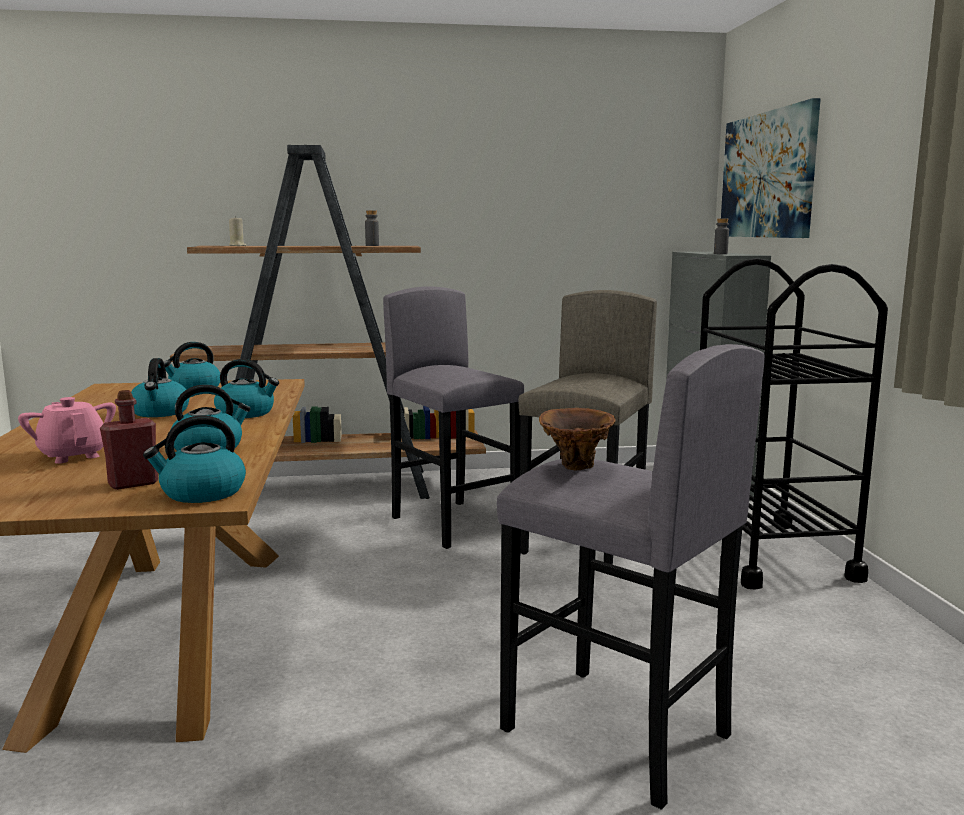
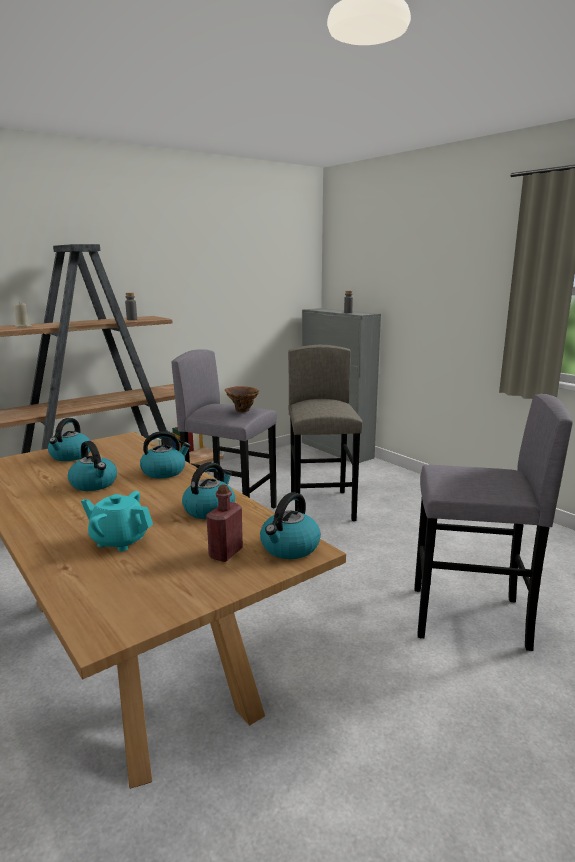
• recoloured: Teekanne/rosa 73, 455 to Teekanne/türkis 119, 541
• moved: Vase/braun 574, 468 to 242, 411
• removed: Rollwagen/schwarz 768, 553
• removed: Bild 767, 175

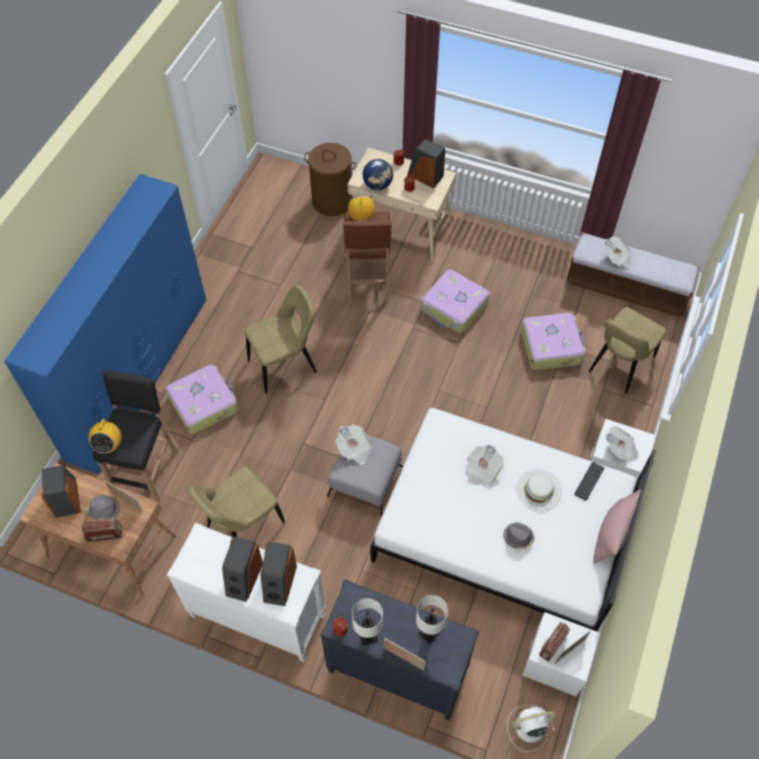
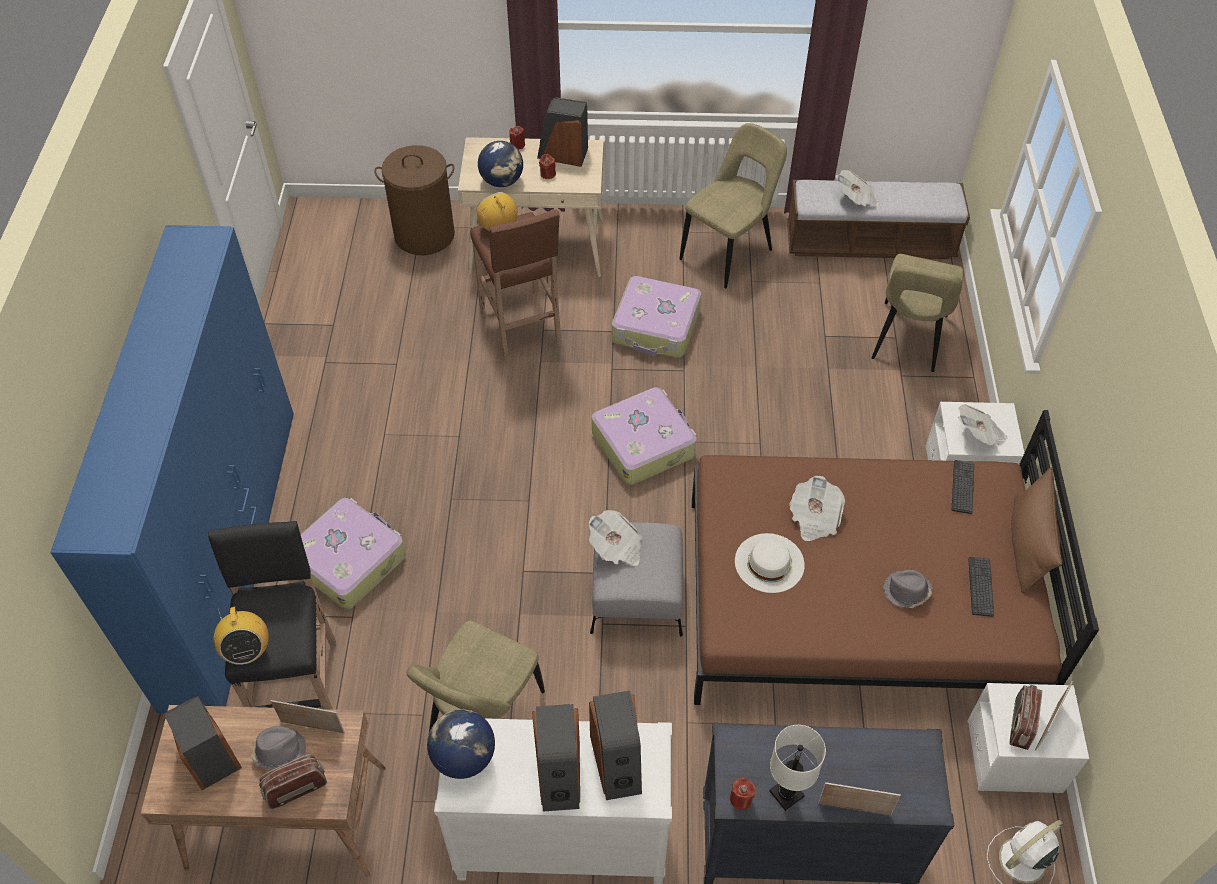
• added: Globus 463, 757
• moved: Koffer 551, 346 to 643, 443
• moved: Stuhl/beige 285, 365 to 729, 252
• recoloured: Bett/weiß 502, 531 to Bett/braun 858, 601
• moved: Hut/weiß 539, 489 to 769, 563
• added: Tastatur 980, 586
• recoloured: Kissen/rosa 612, 533 to Kissen/braun 1027, 545
• removed: Tischlampe/weiß 429, 632

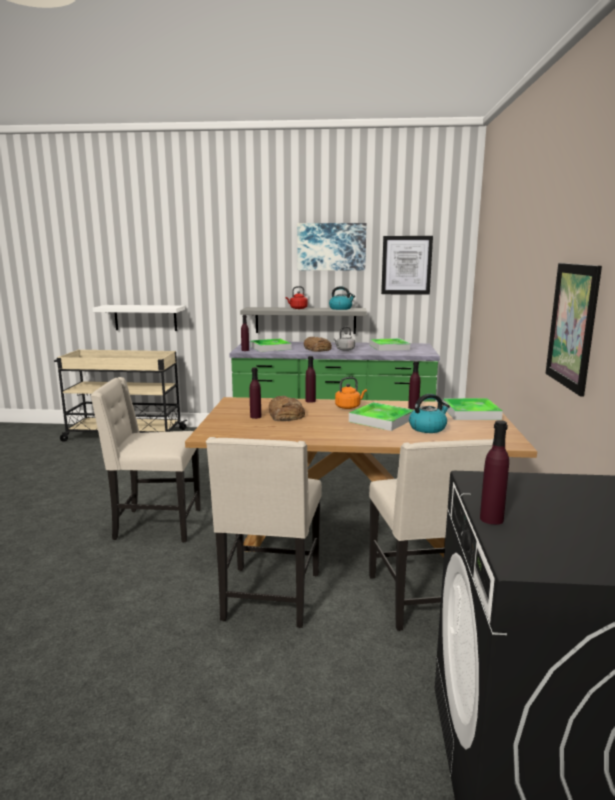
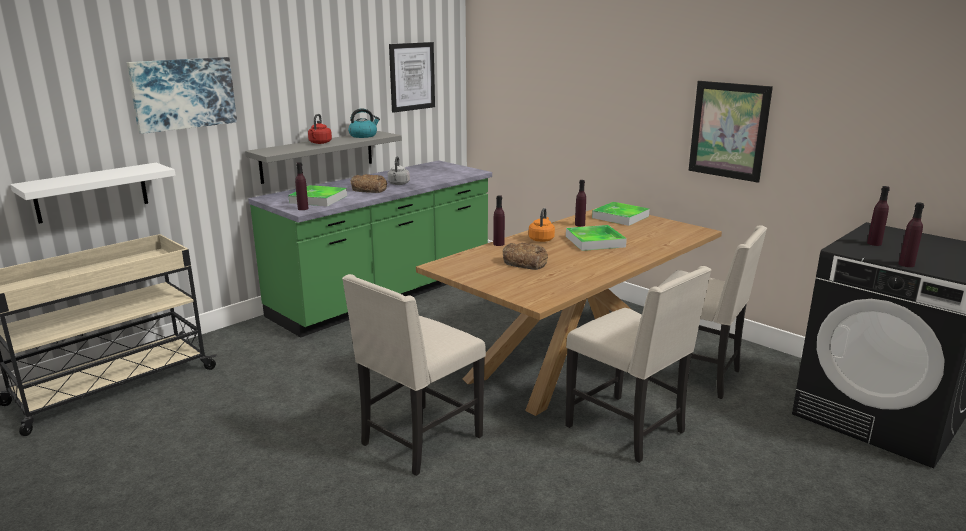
• moved: Bild 331, 247 to 183, 93
• moved: Flasche/lila 255, 417 to 874, 243
• removed: Tablett 389, 347
• removed: Wasserkessel 428, 428

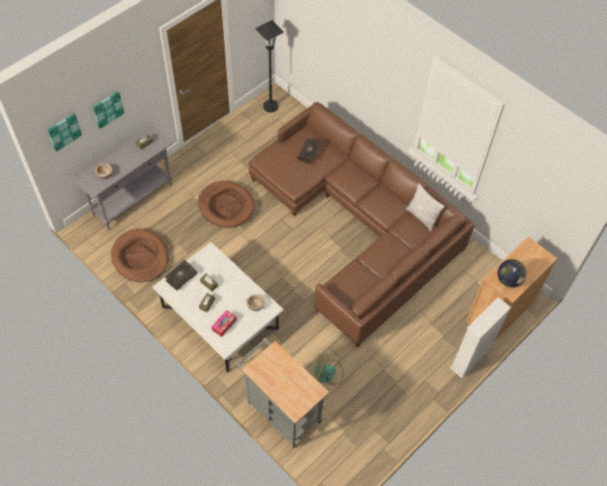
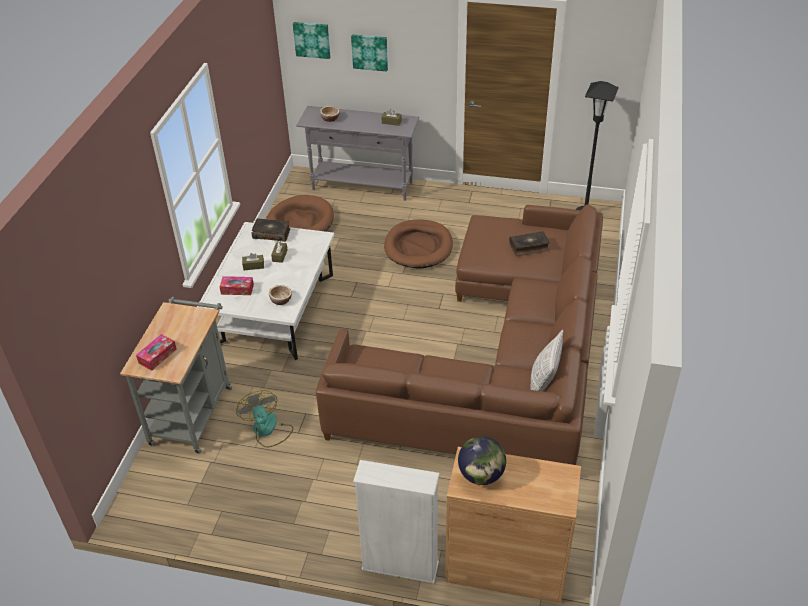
• added: Taschentuchbox 157, 356

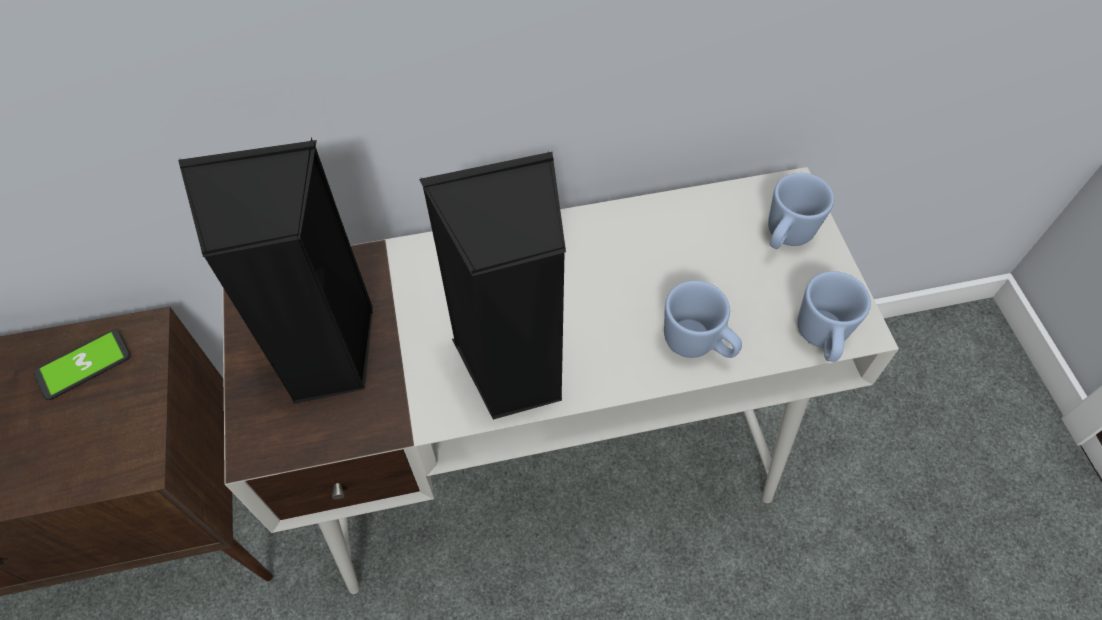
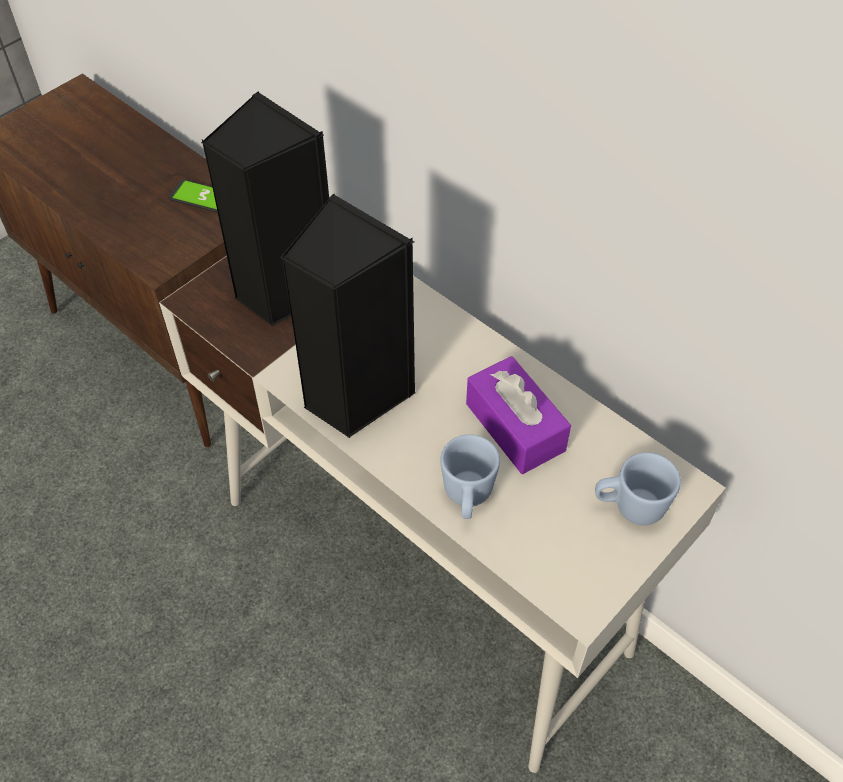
• added: Taschentuchbox/lila 515, 427
• removed: Henkelbecher/blau 821, 338

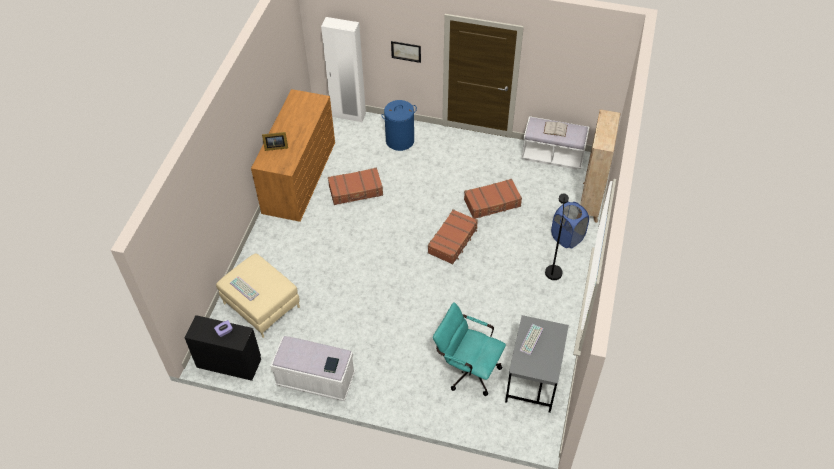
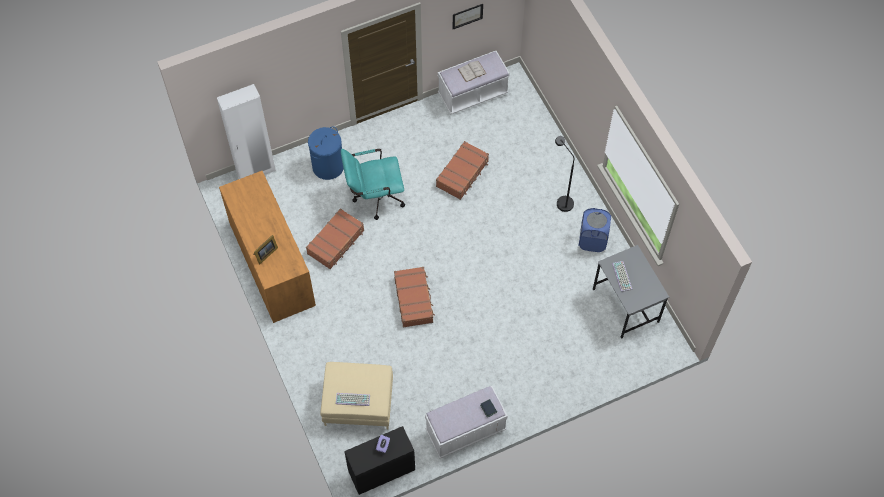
• moved: Bürostuhl/türkis 467, 369 to 374, 197
• moved: Koffer/braun 453, 241 to 414, 300
• moved: Bild 406, 51 to 467, 16
• moved: Wäschekorb/blau 567, 237 to 592, 240
• removed: Bücherregal/beige 590, 202

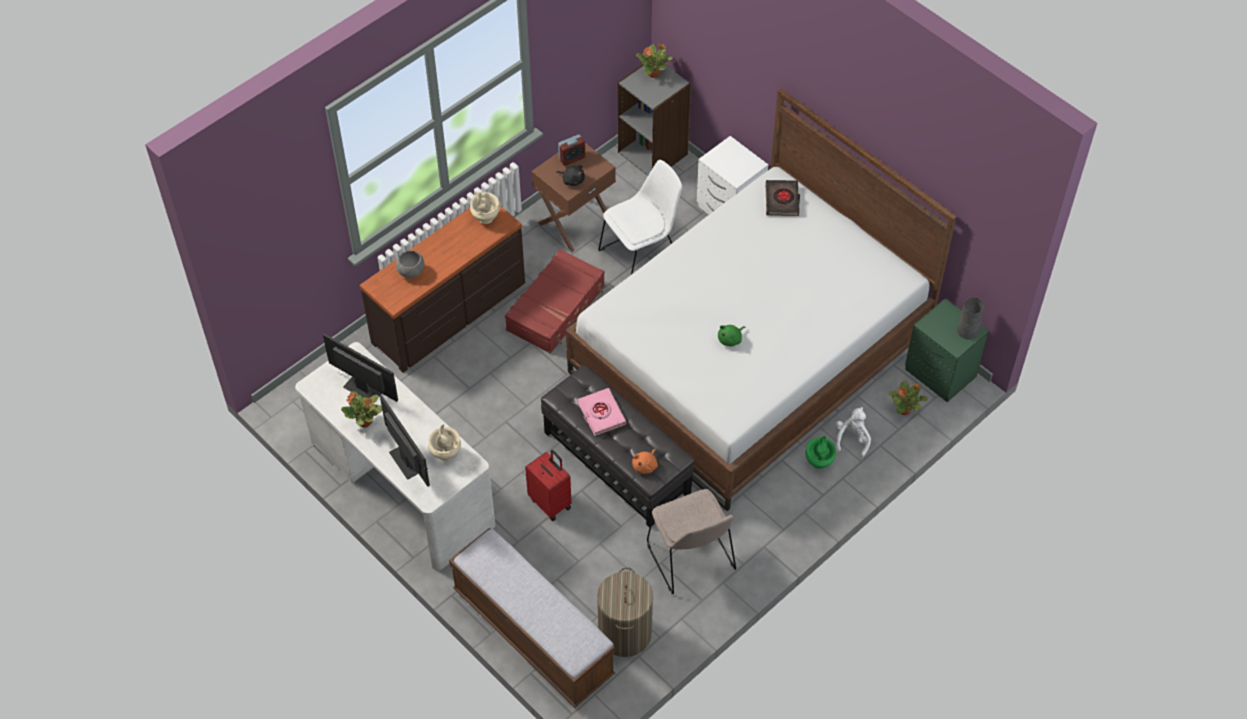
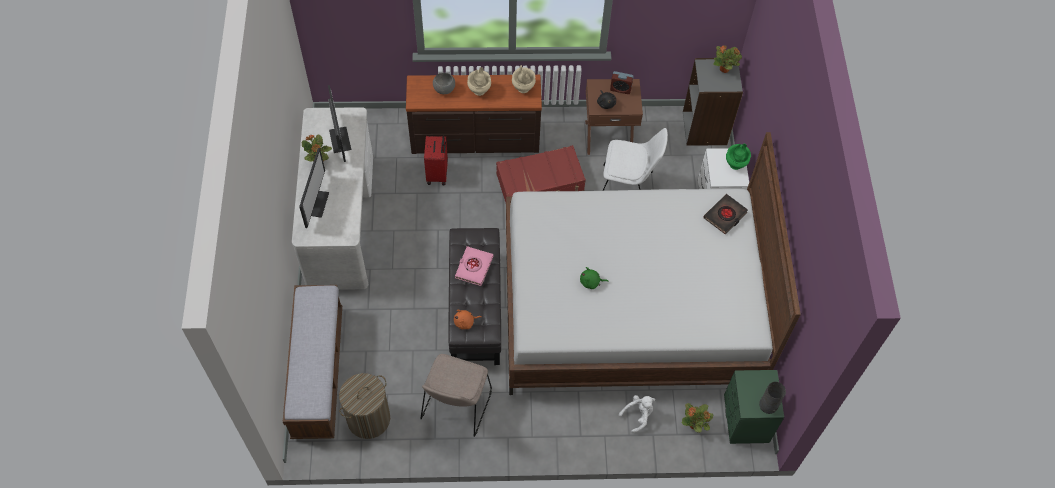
• moved: Koffer/rot 551, 502 to 438, 174
• moved: Vase/beige 446, 453 to 479, 90
• moved: Vase/grün 819, 462 to 735, 164

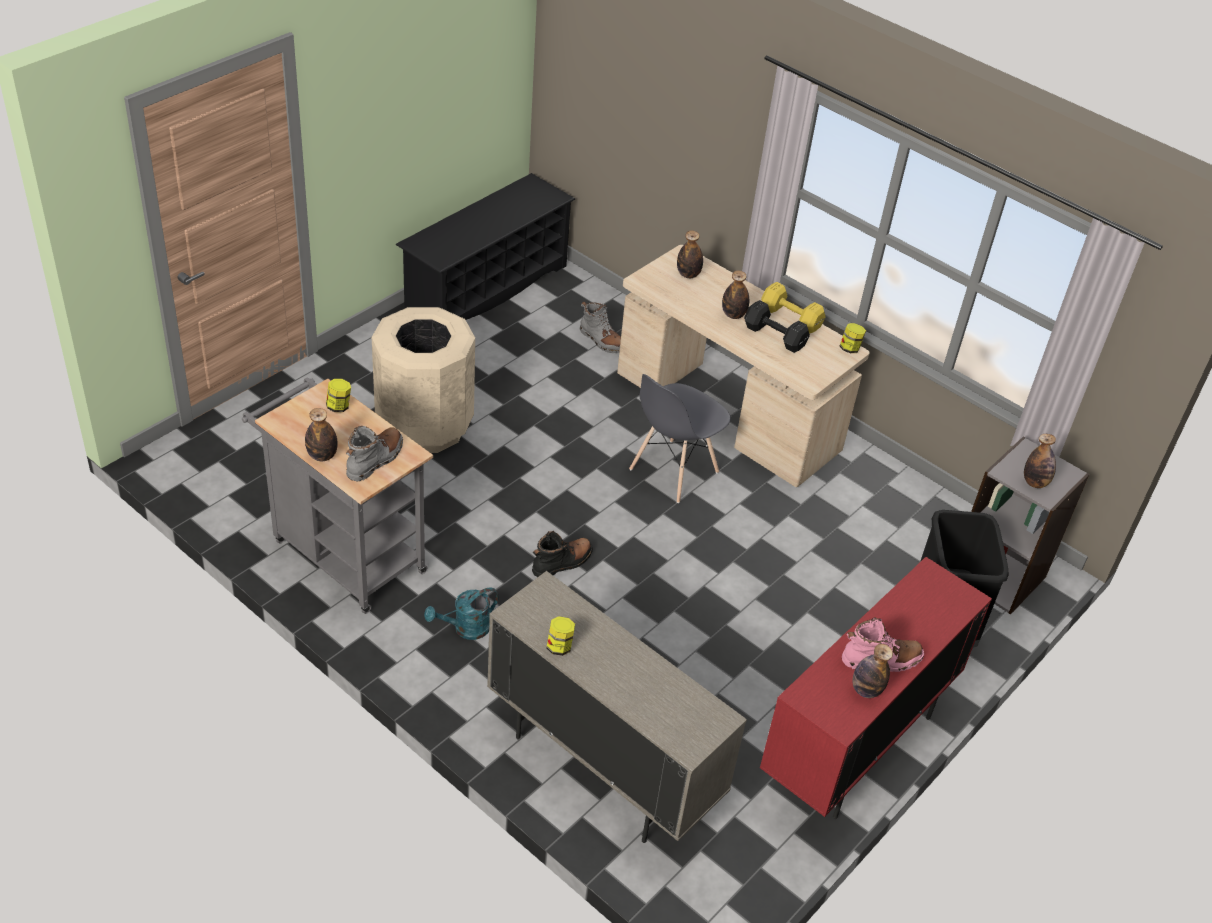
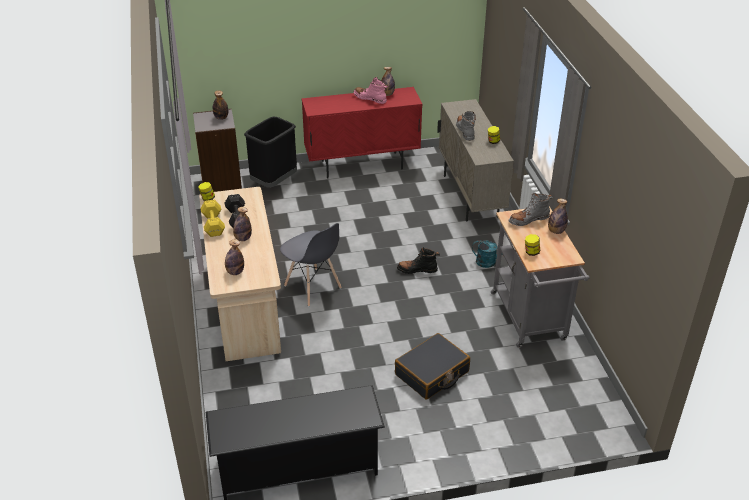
• turned: Stuhl/grau 673, 471 = 313, 287 60 degrees clockwise
• replaced: Mülleimer/beige 425, 426 to Koffer/schwarz 432, 373
• moved: Stiefel/grau 602, 340 to 465, 131

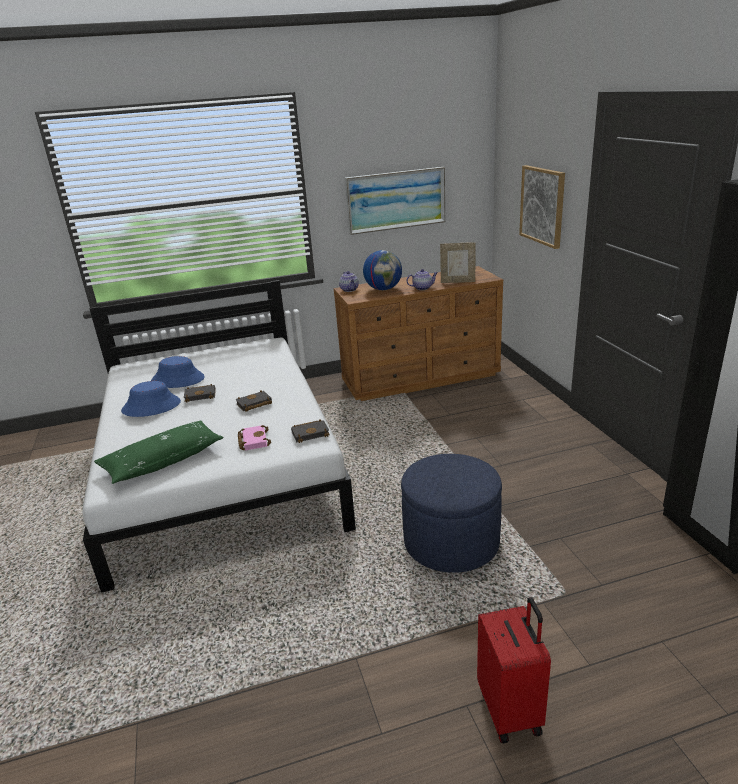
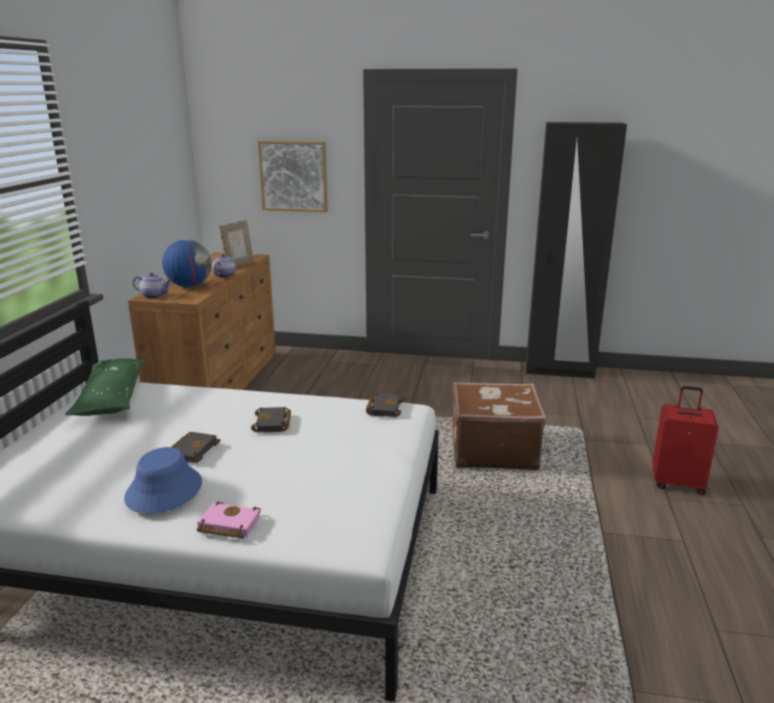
• moved: Kissen/grün 163, 460 to 111, 397
• moved: Buch/rosa 253, 440 to 227, 525
• replaced: Polsterhocker/blau 451, 542 to Koffer/braun 492, 450
• removed: Hut/blau 178, 379
• removed: Bild 396, 200

